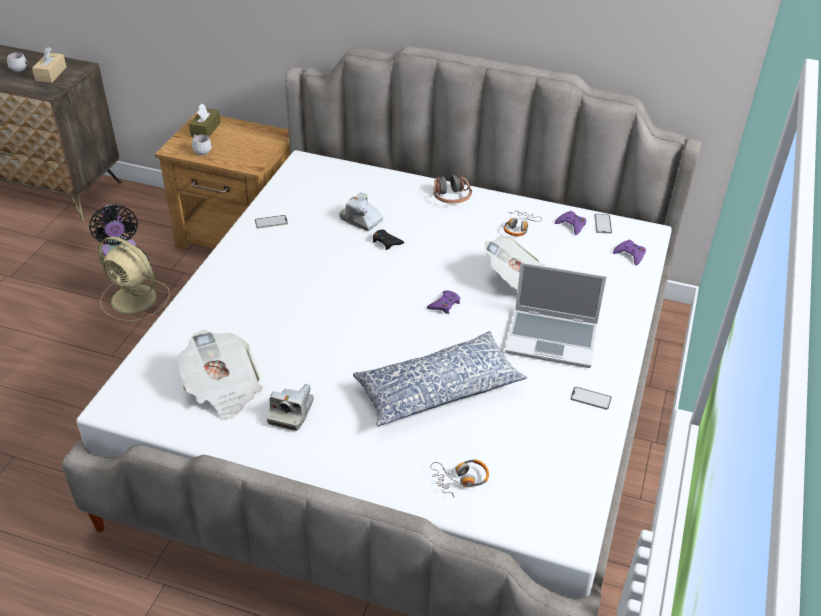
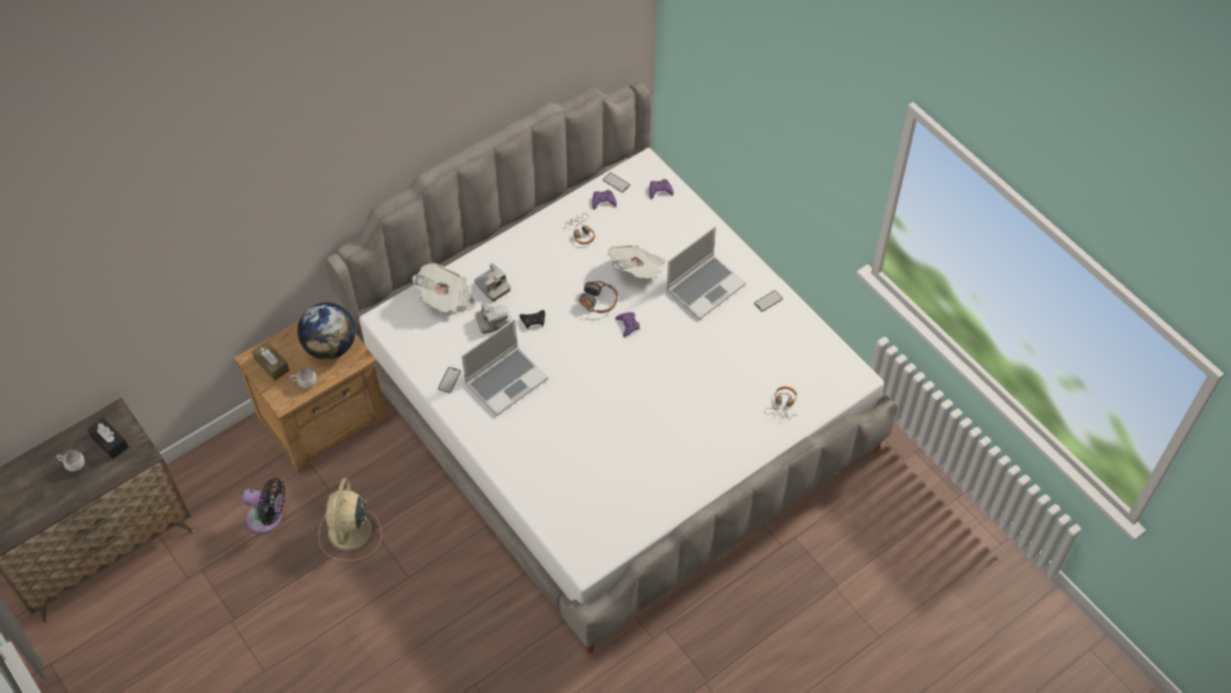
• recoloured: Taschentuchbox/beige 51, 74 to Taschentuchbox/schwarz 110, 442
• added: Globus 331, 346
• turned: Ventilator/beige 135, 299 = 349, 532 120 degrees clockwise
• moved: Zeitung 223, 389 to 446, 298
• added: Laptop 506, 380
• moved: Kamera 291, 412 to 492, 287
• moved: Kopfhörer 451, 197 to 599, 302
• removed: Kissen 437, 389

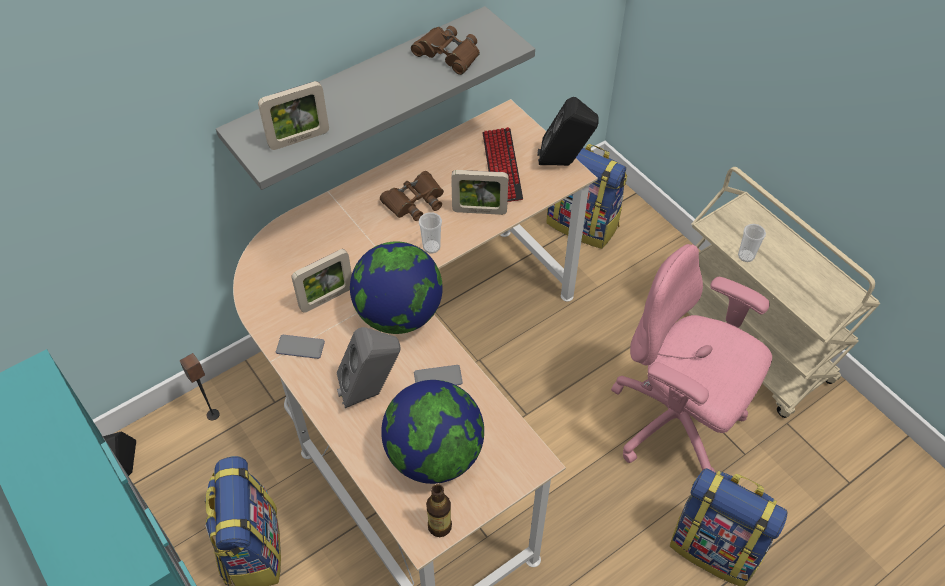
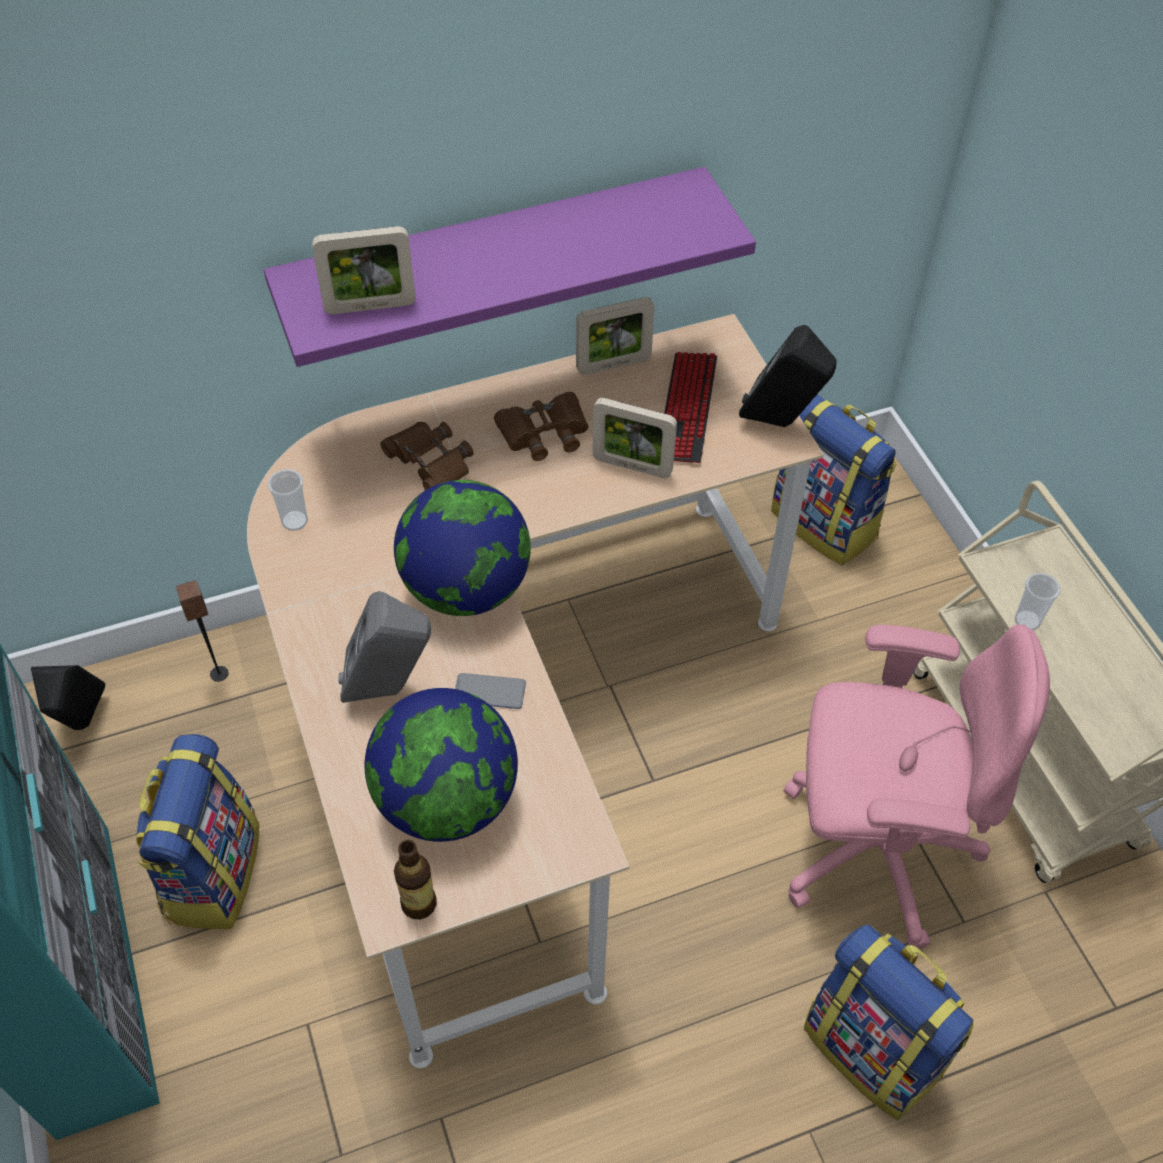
• recoloured: Wandregal/grau 361, 90 to Wandregal/lila 494, 255
• moved: Tasse 431, 247 to 294, 521
• moved: Fernglas/braun 448, 54 to 430, 462
• moved: Bilderrahmen 327, 298 to 613, 365
• turned: Bürostuhl/rosa 676, 422 = 873, 848 135 degrees clockwise
• removed: Handy 300, 347

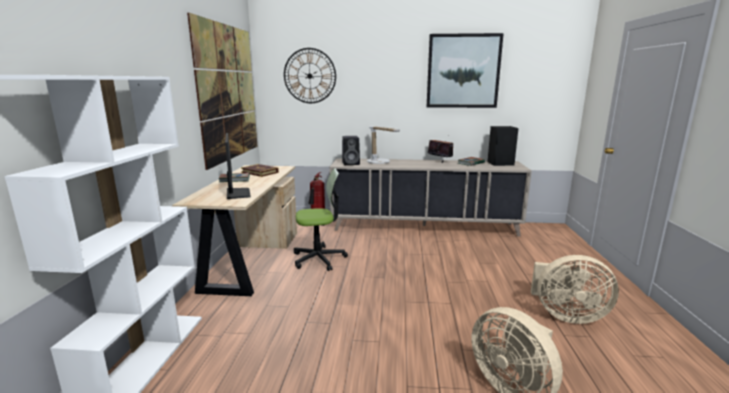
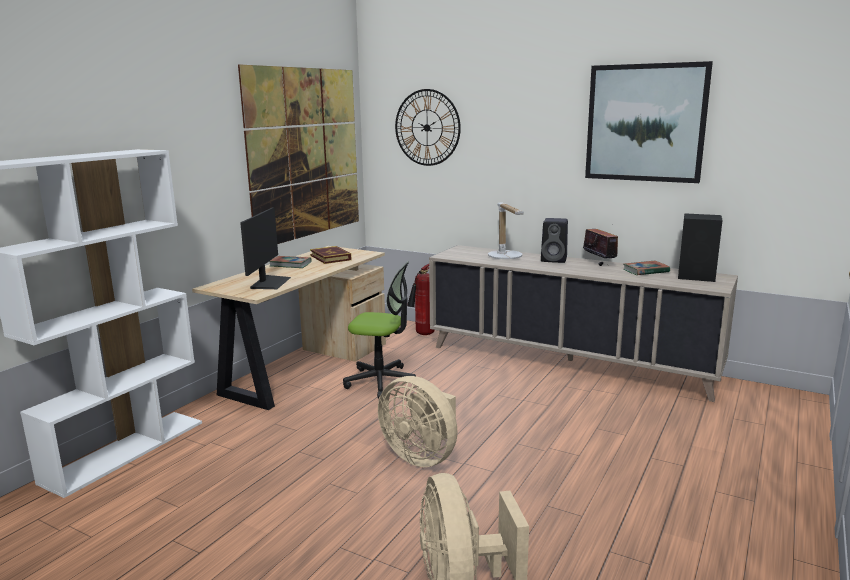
• moved: Ventilator/beige 566, 315 to 422, 456
• moved: Lautsprecher/schwarz 351, 163 to 555, 260

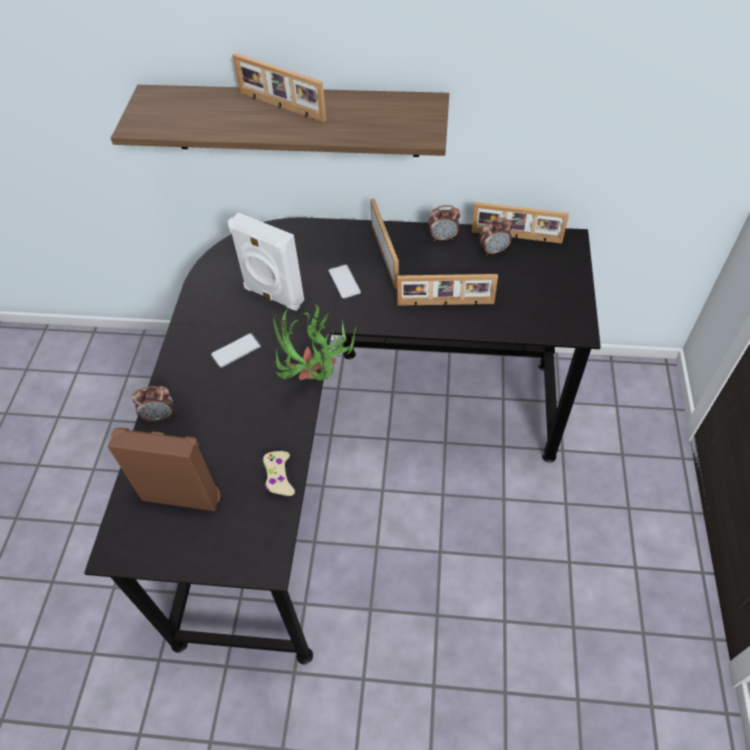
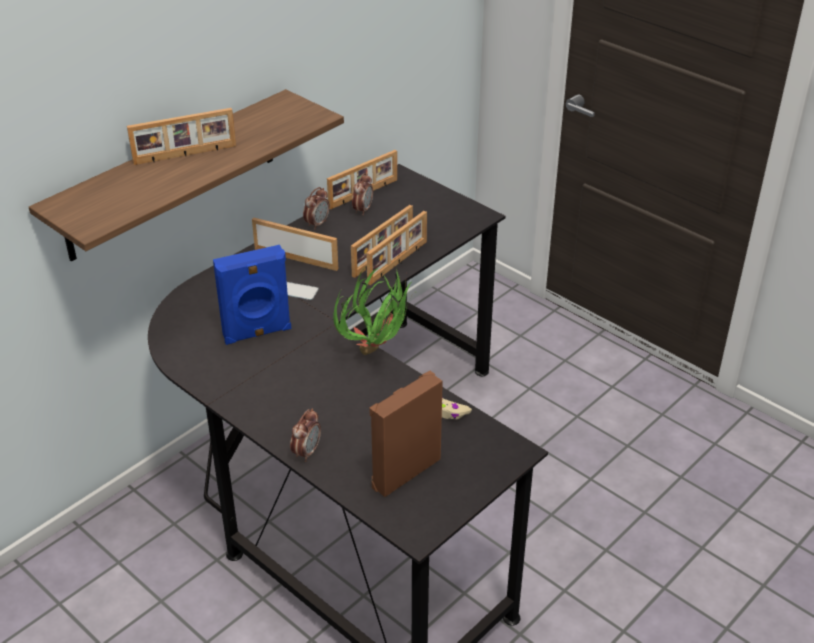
• recoloured: Lautsprecher/weiß 273, 296 to Lautsprecher/blau 257, 333
• added: Bilderrahmen 398, 263
• removed: Handy 236, 350

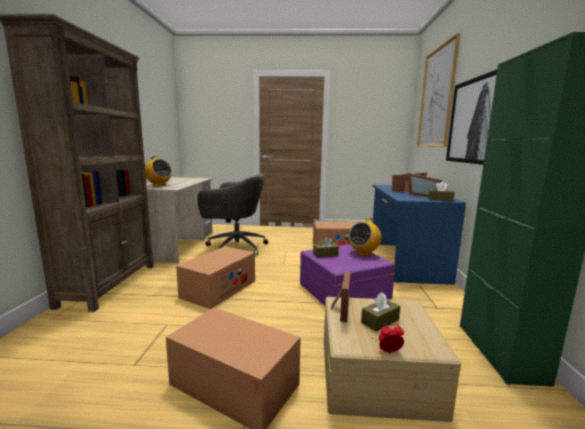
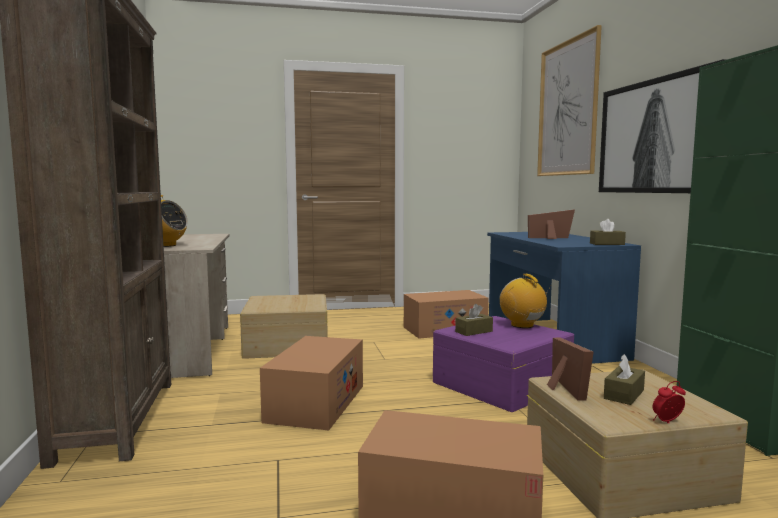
• replaced: Bürostuhl/grau 234, 247 to Aufbewahrungsbox/beige 286, 345
• turned: Radio 363, 253 = 522, 325 120 degrees clockwise
• removed: Bilderrahmen 423, 195

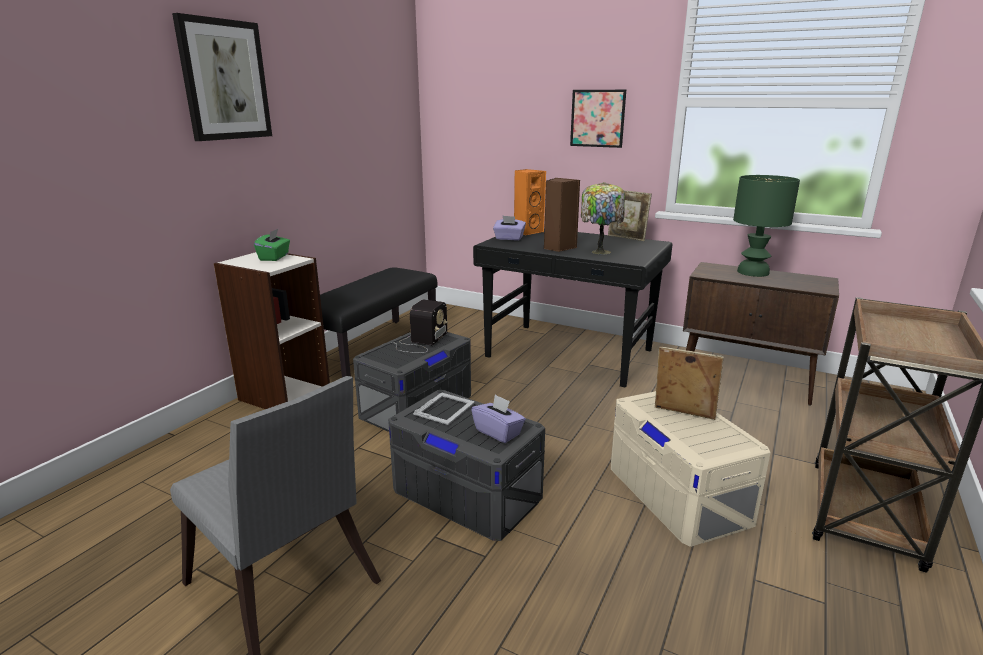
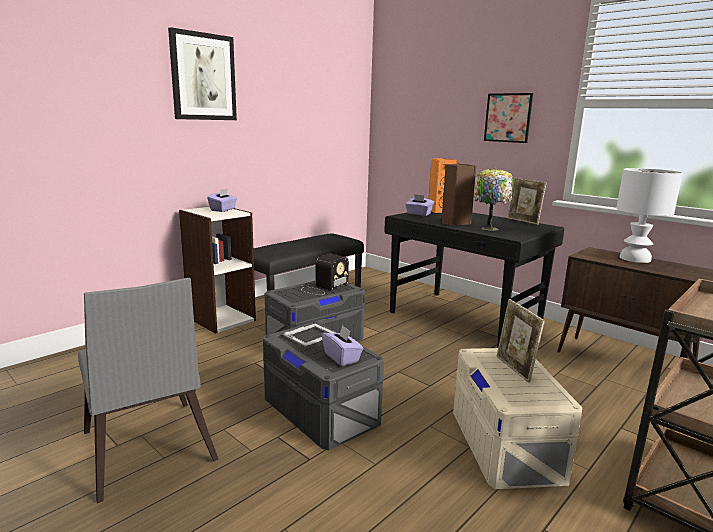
• recoloured: Taschentuchbox/grün 274, 257 to Taschentuchbox/lila 223, 210
• turned: Bilderrahmen 683, 414 = 514, 369 150 degrees counterclockwise
• recoloured: Tischlampe/grün 753, 272 to Tischlampe/weiß 635, 259

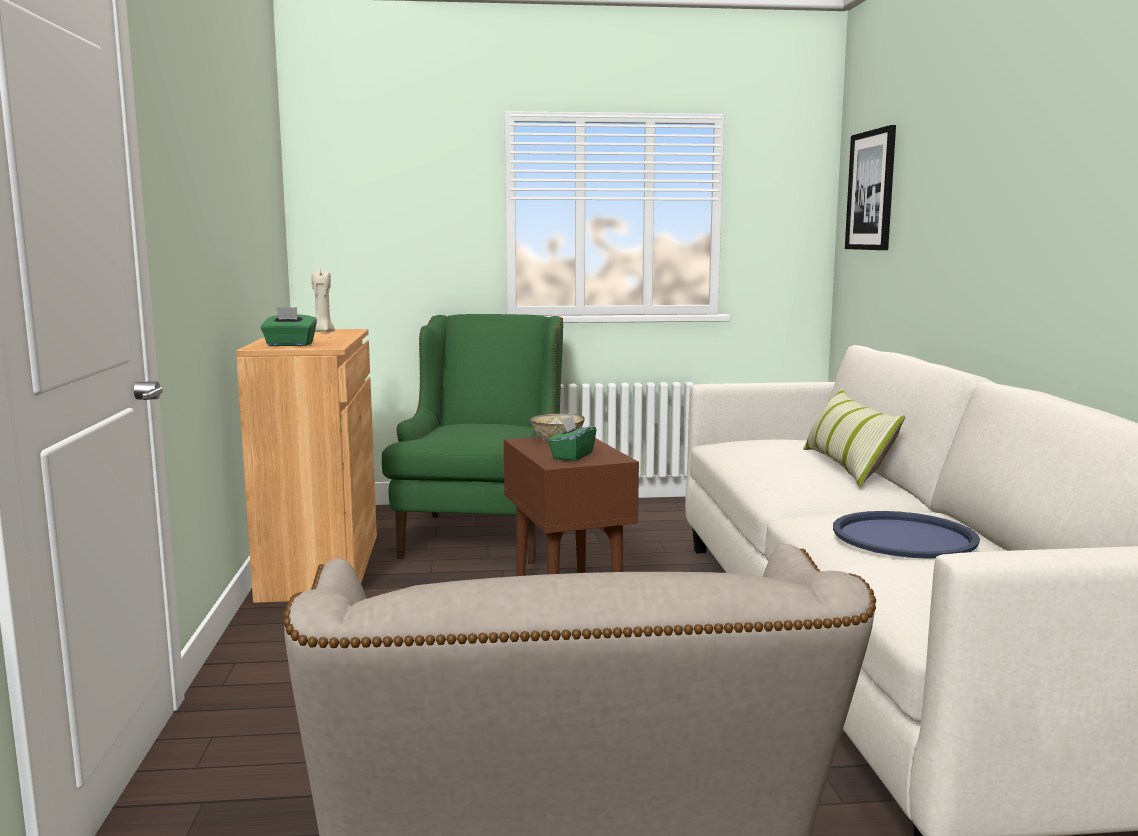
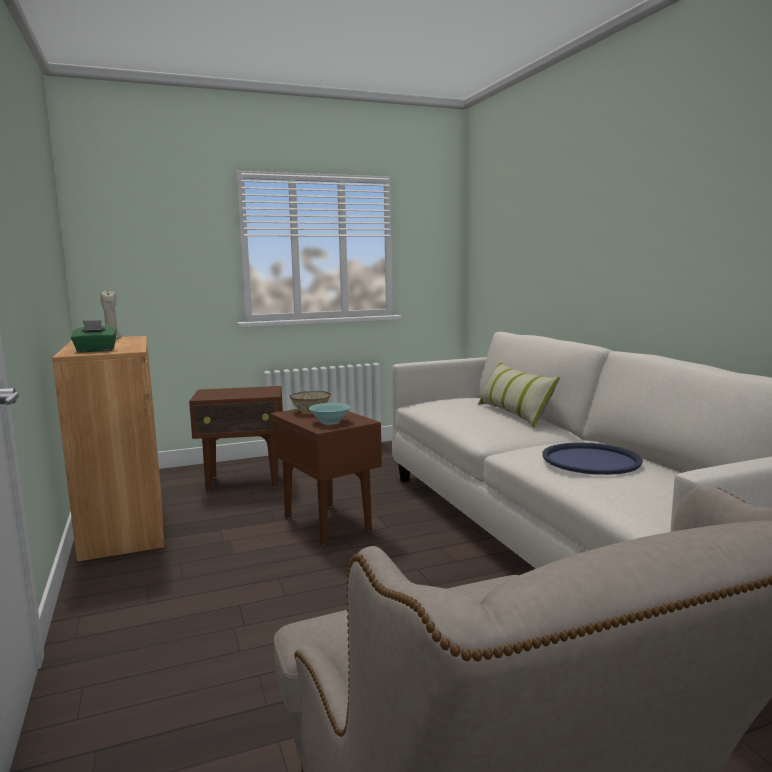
• replaced: Sessel/grün 484, 531 to Beistelltisch/braun 244, 482
• replaced: Taschentuchbox/grün 572, 456 to Schüssel/türkis 330, 422
• removed: Bild 871, 190

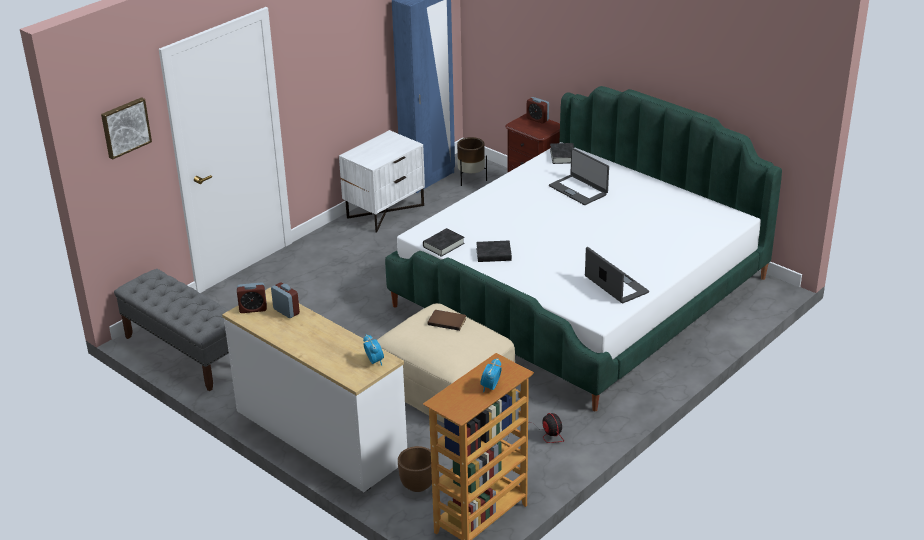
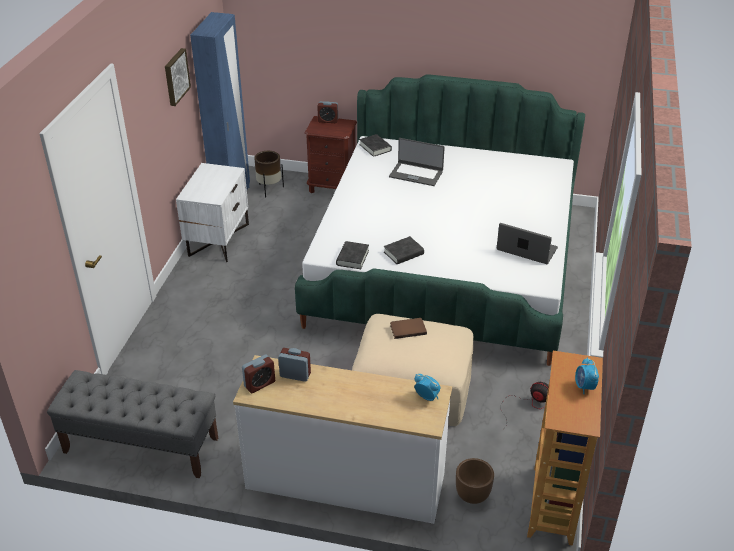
• moved: Bild 125, 127 to 175, 76

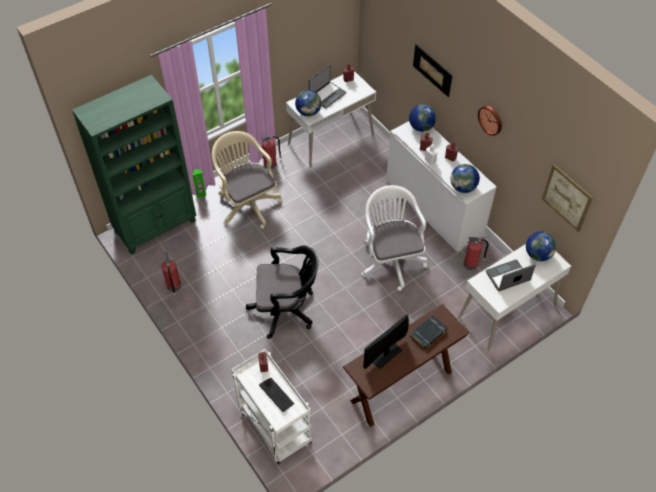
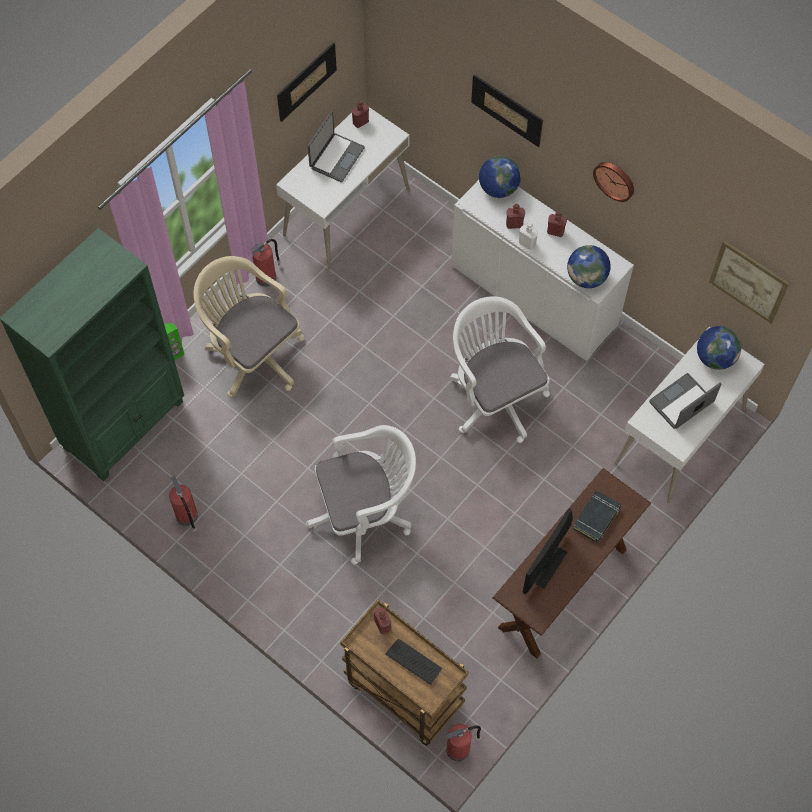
• added: Bild 306, 81
• recoloured: Bürostuhl/schwarz 286, 309 to Bürostuhl/weiß 365, 513
• recoloured: Rollwagen/weiß 273, 426 to Rollwagen/braun 402, 692
• moved: Feuerlöscher 471, 264 to 459, 749
• removed: Globus 308, 112

